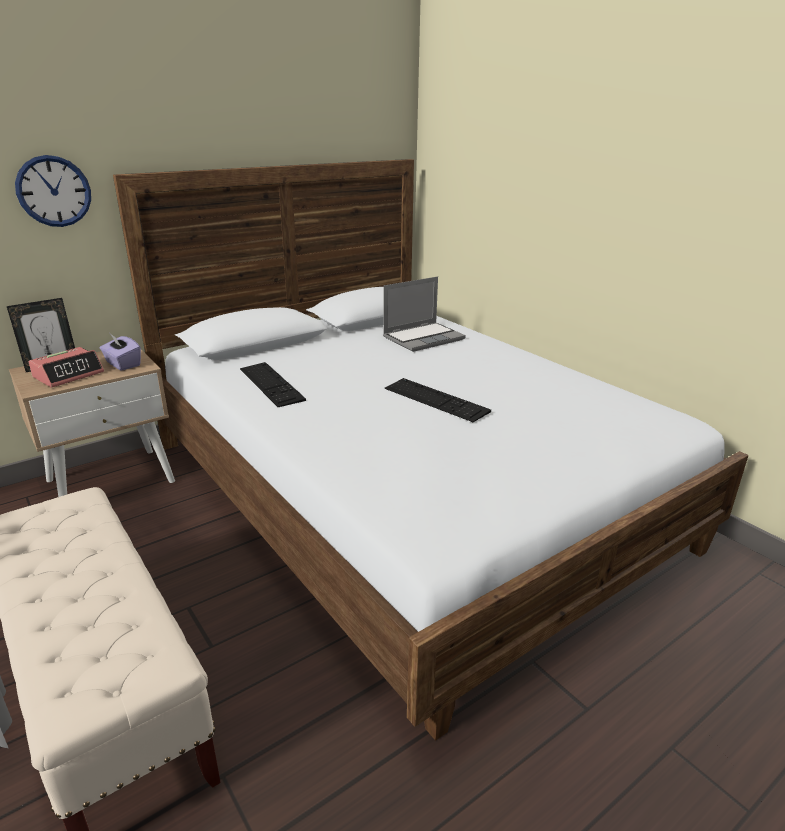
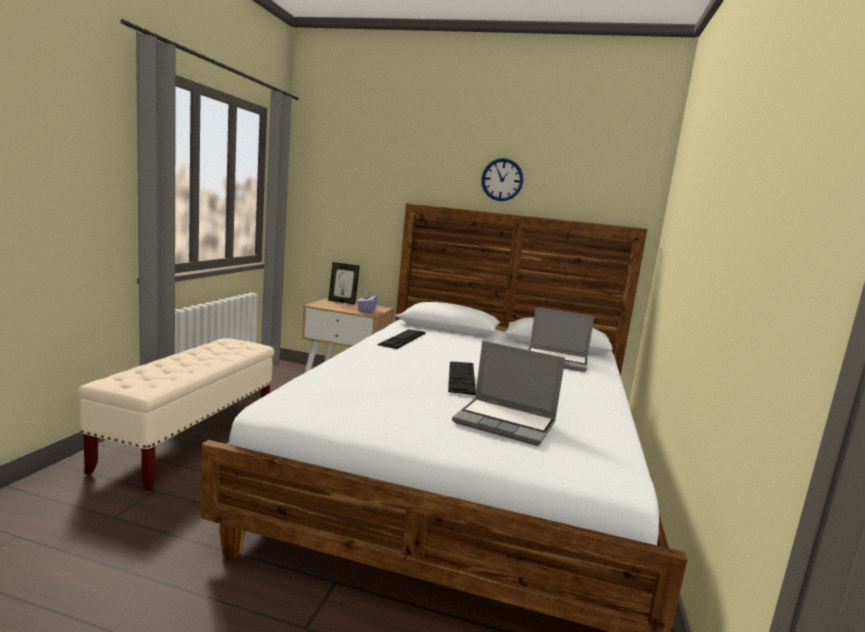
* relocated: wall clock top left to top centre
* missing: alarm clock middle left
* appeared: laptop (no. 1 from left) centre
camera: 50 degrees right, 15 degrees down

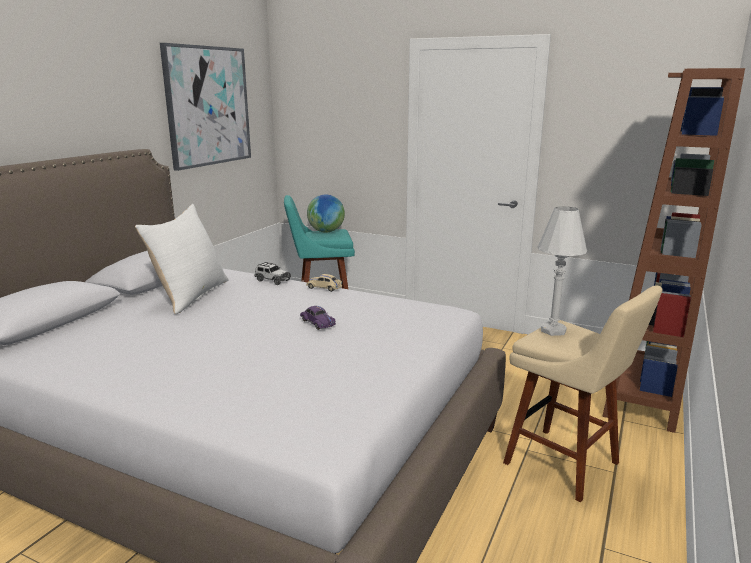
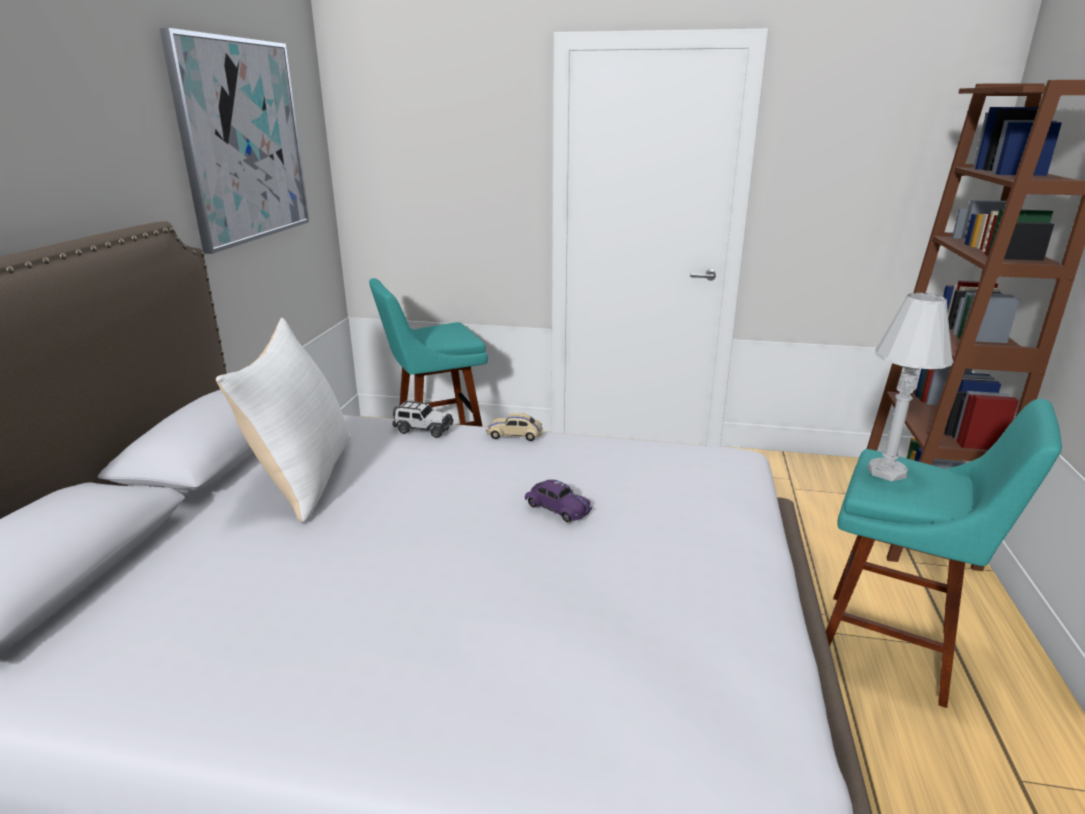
* missing: globe centre
* colour: stool (beige) bottom right to stool (turquoise) (no. 2 from left) bottom right
camera: 15 degrees left, 5 degrees up

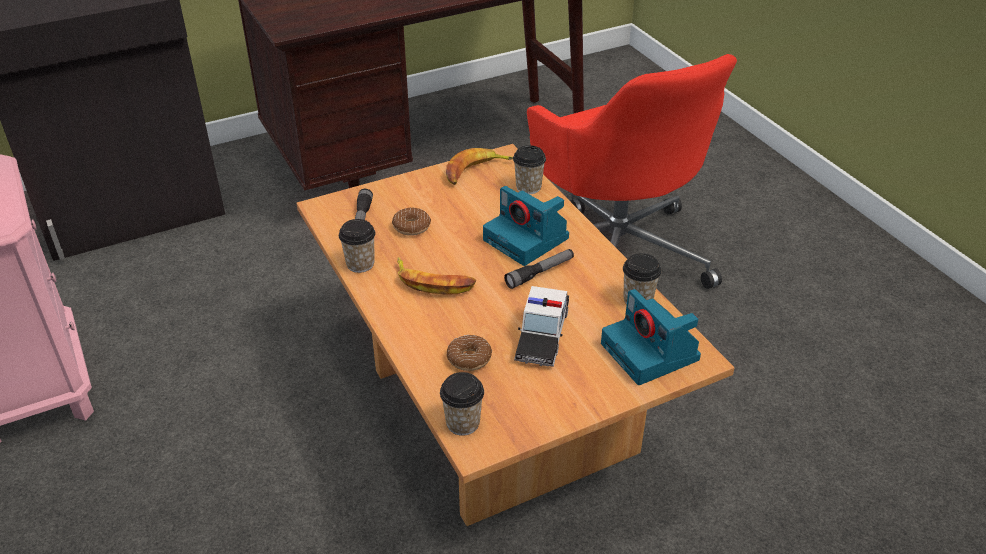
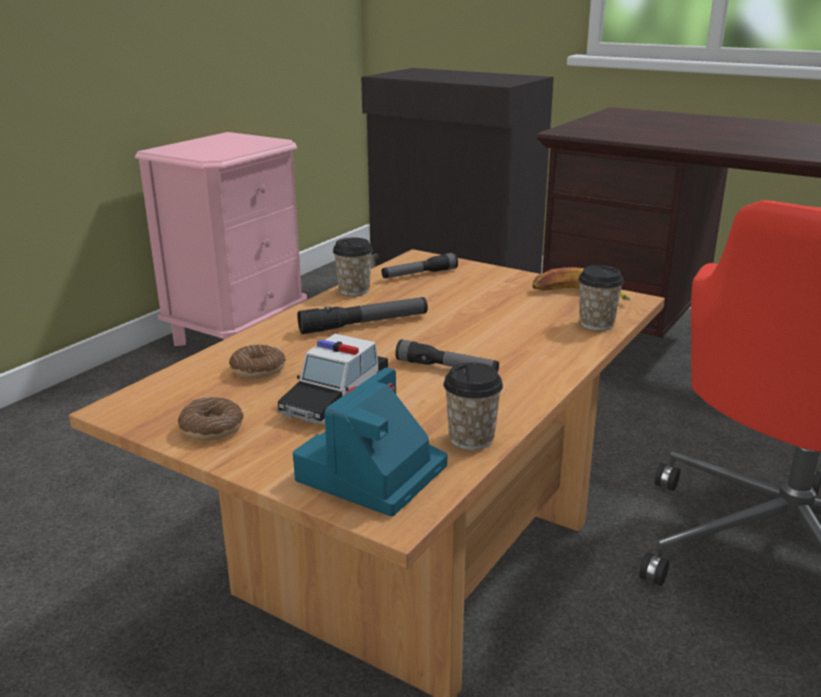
* missing: photo camera (no. 1 from left) centre
* relocated: donut (no. 1 from left) centre to middle left
* exchanged: banana (no. 1 from left) centre to flashlight (no. 1 from left) centre
* spun: toy car centre = centre 45 degrees counterclockwise
* missing: cup (no. 2 from left) bottom centre
camera: 60 degrees right, 15 degrees down

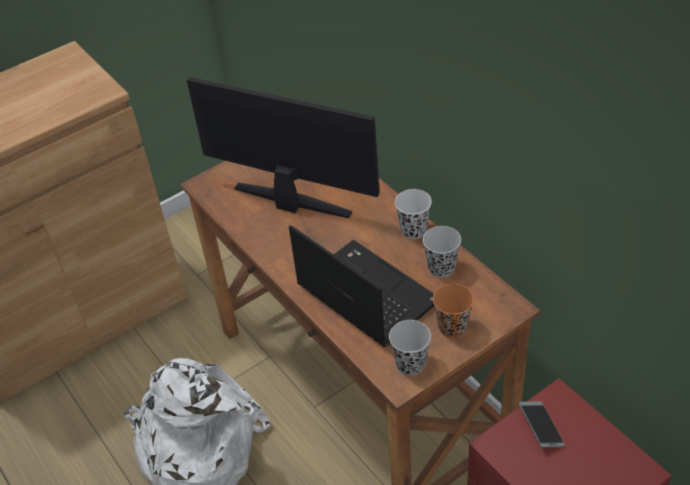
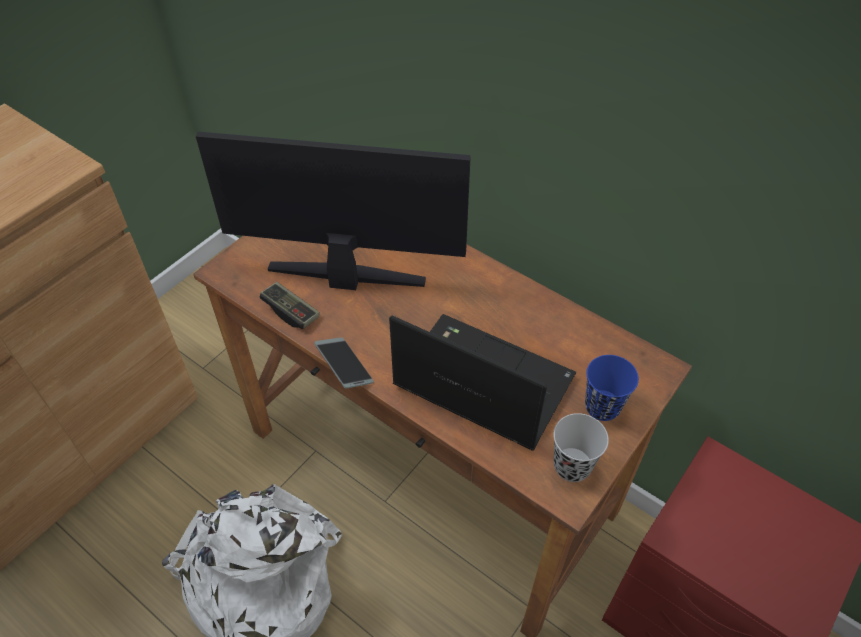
* missing: cup (white) centre
* missing: cup (black) (no. 2 from left) centre
* colour: cup (orange) centre to cup (blue) middle right
* relocated: phone bottom right to centre
* appeared: game controller centre
camera: 20 degrees left, 5 degrees up

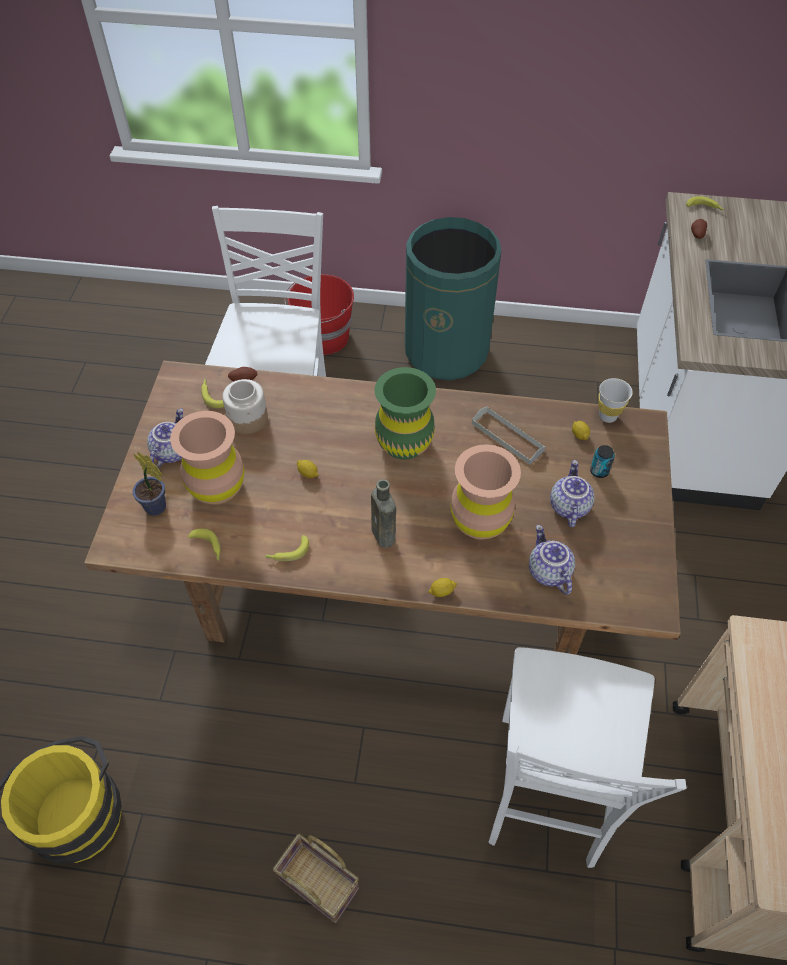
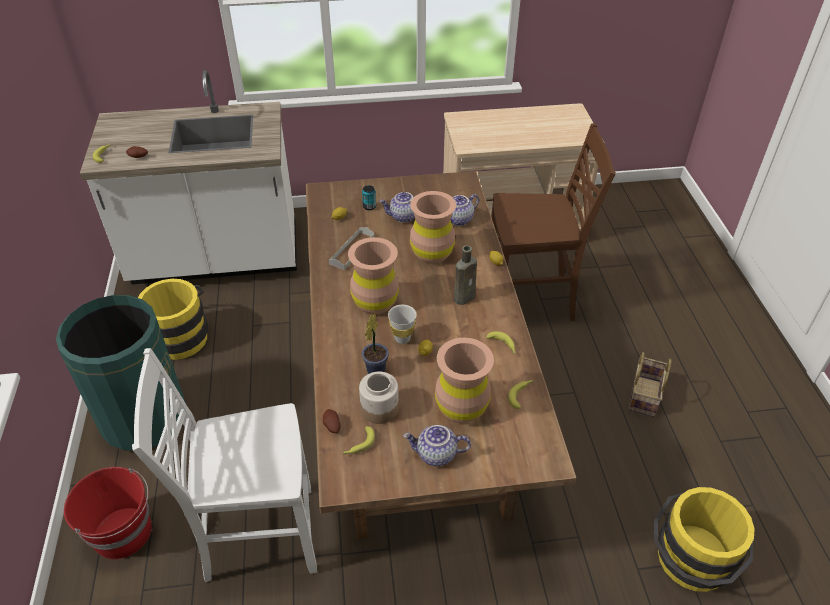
* colour: vase (green) centre to vase (brown) (no. 1 from left) centre
* relocated: cup (white) middle right to centre
* relocated: potted plant middle left to centre
* colour: chair (white) (no. 2 from left) bottom right to chair (brown) centre
* appeared: bucket (yellow) (no. 1 from left) middle left
camera: 105 degrees left, 10 degrees down

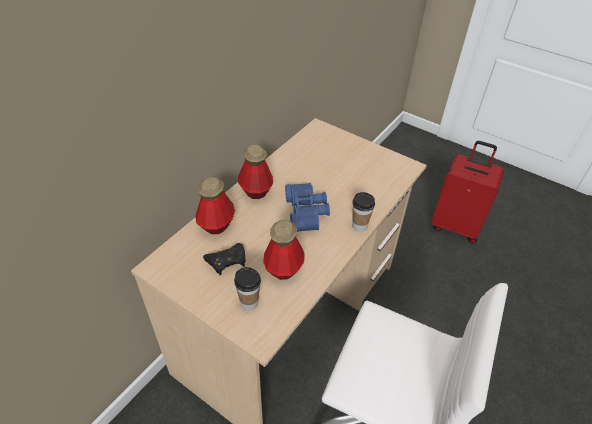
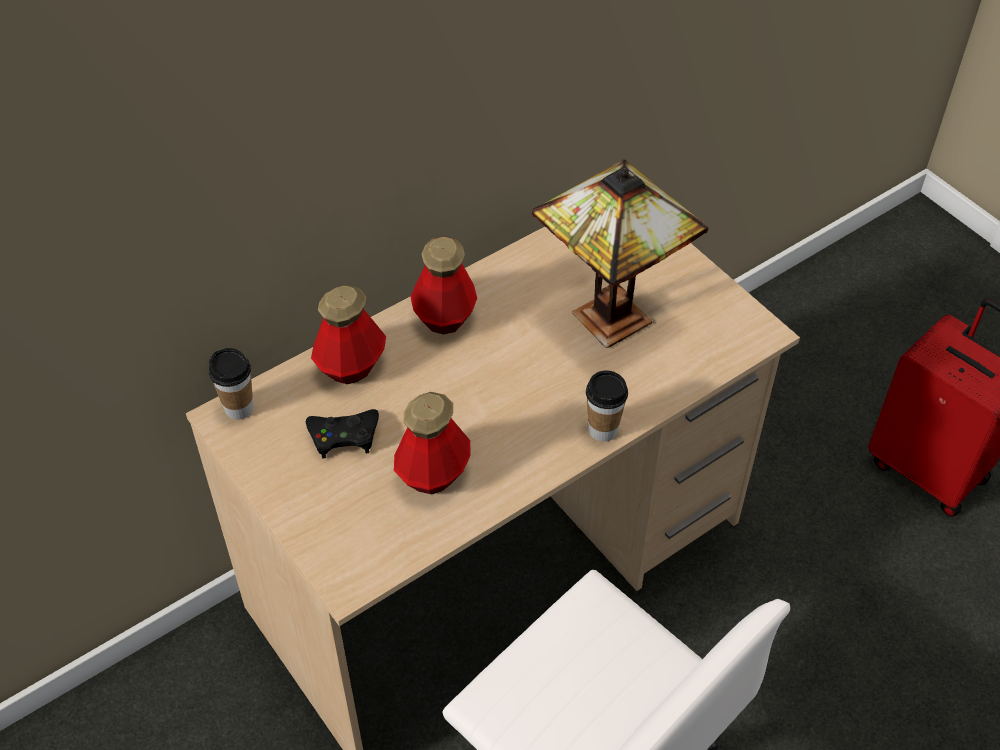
* missing: binoculars (blue) centre
* relocated: cup (no. 1 from left) bottom centre to middle left
* appeared: table lamp centre
camera: 20 degrees right, 5 degrees up

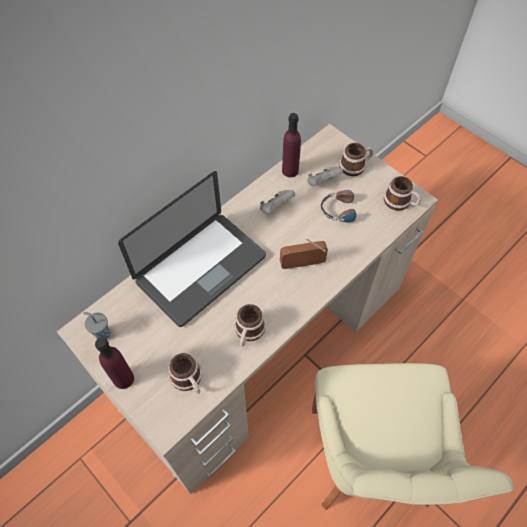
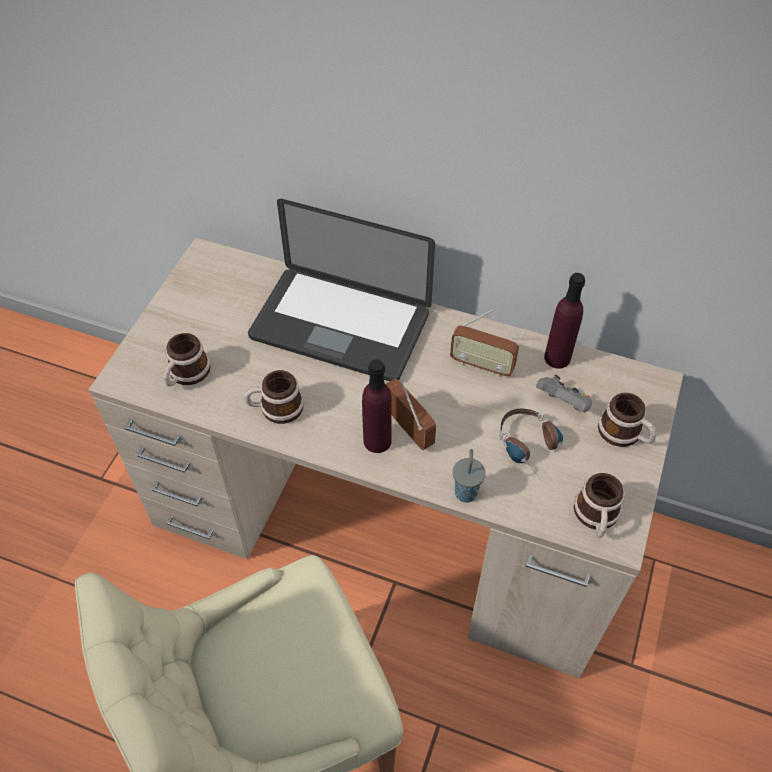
* exchanged: game controller (grey) (no. 1 from left) centre to radio (no. 2 from left) centre
* relocated: cup (grey) middle left to centre
* relocated: bottle (purple) (no. 1 from left) bottom left to centre
camera: 65 degrees right, 5 degrees down

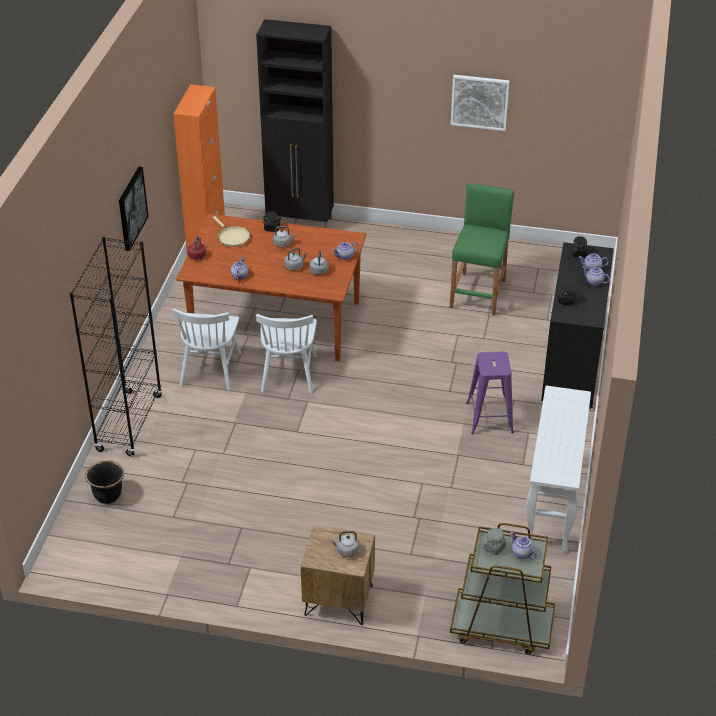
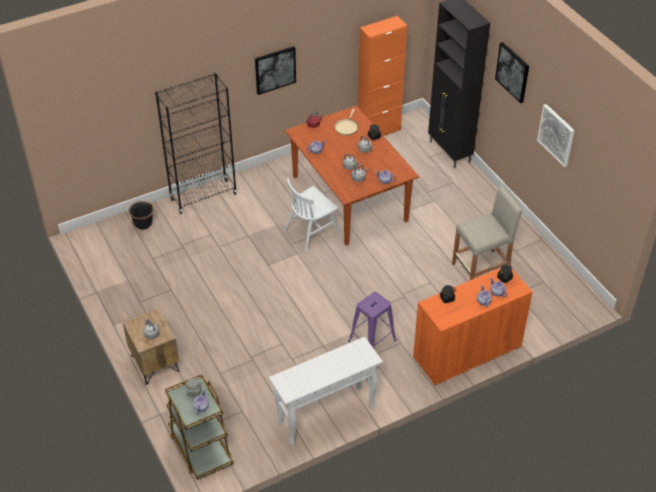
* colour: stool (green) middle right to stool (beige) middle right
* colour: cabinet (black) (no. 2 from left) middle right to cabinet (orange) (no. 2 from left) middle right
* missing: chair (white) (no. 1 from left) middle left
* appeared: picture (no. 2 from left) top right
camera: 50 degrees right, 5 degrees up

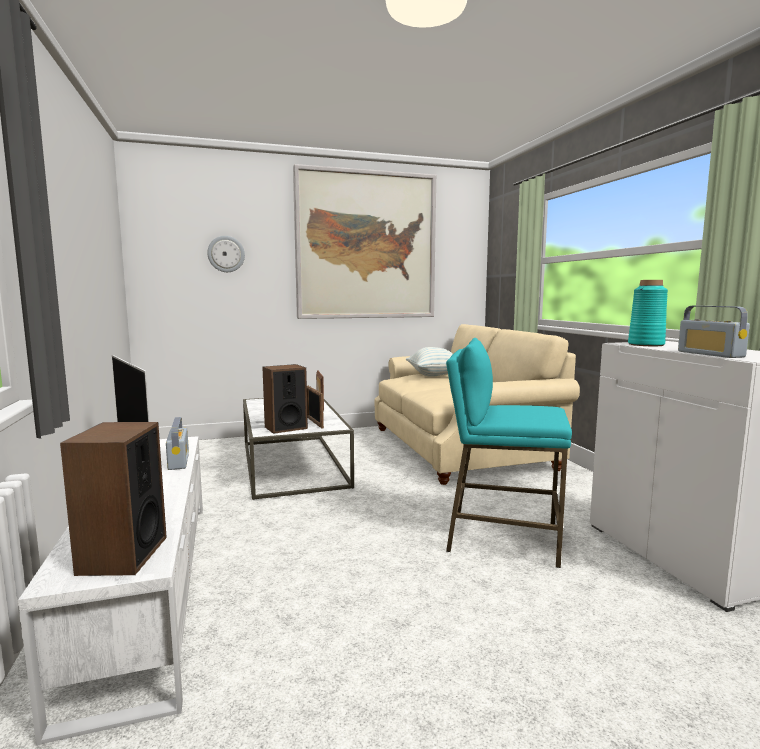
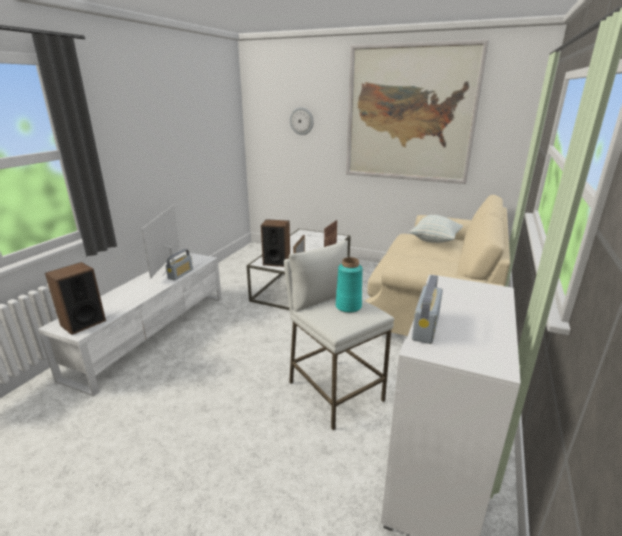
* relocated: vase (turquoise) middle right to centre
* colour: stool (turquoise) middle right to stool (white) centre
camera: 40 degrees right, 15 degrees up

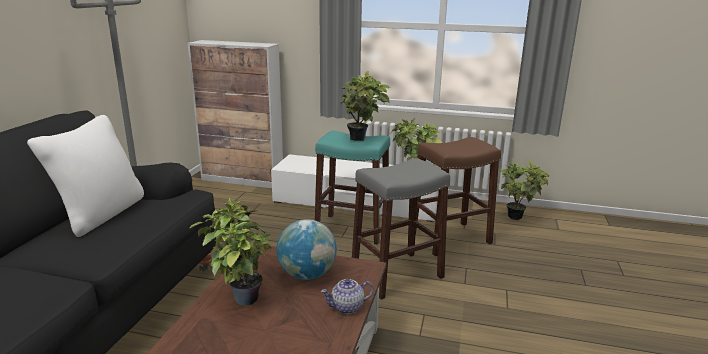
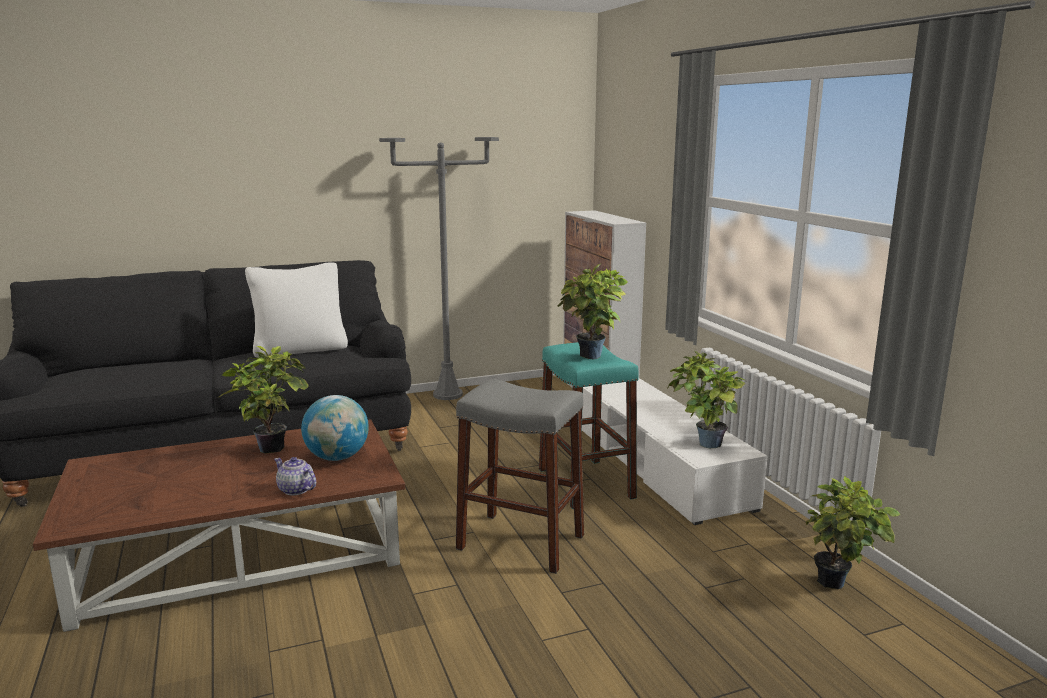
* missing: stool (brown) centre
camera: 55 degrees right, 5 degrees down

